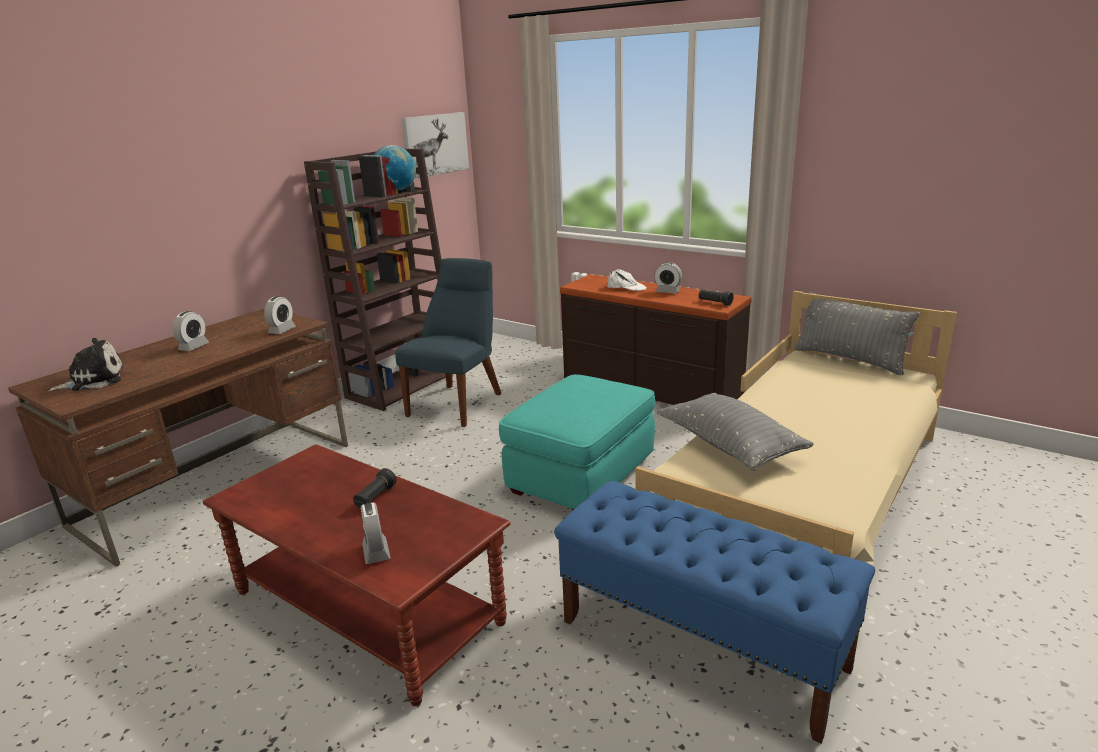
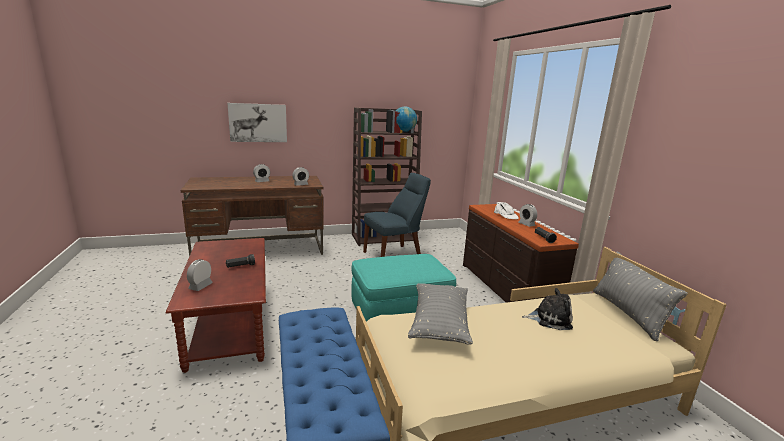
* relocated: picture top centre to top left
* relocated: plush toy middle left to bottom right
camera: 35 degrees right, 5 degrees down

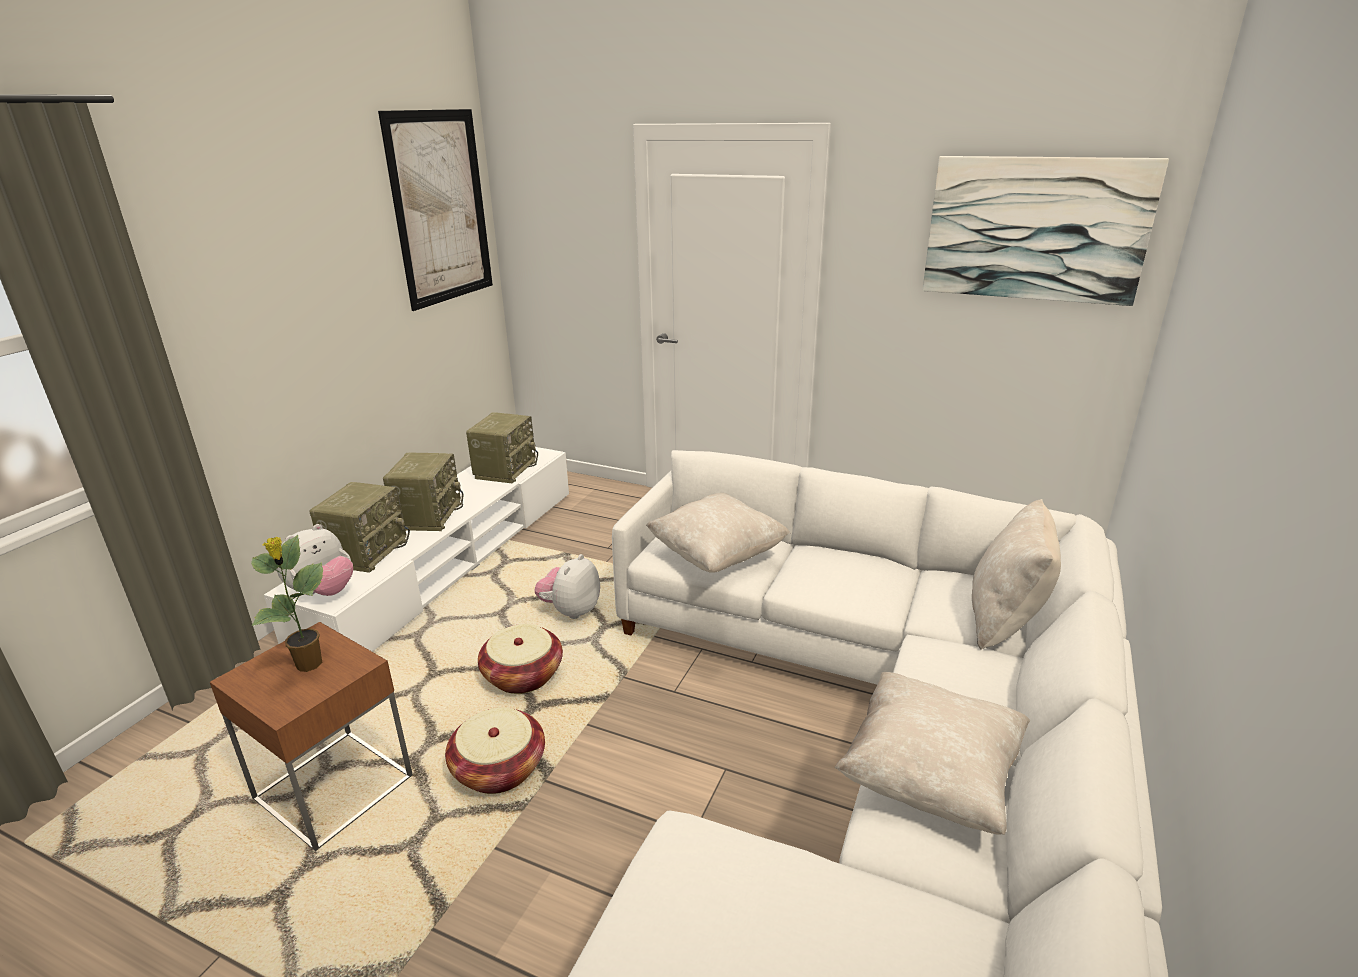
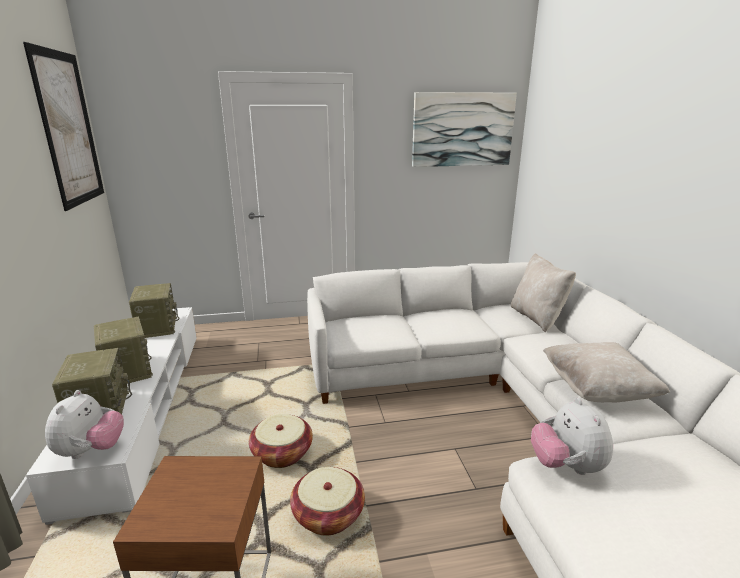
* missing: pillow (beige) (no. 1 from left) centre
* missing: potted plant middle left
* relocated: plush toy (no. 2 from left) centre to bottom right
camera: 35 degrees left, 5 degrees down

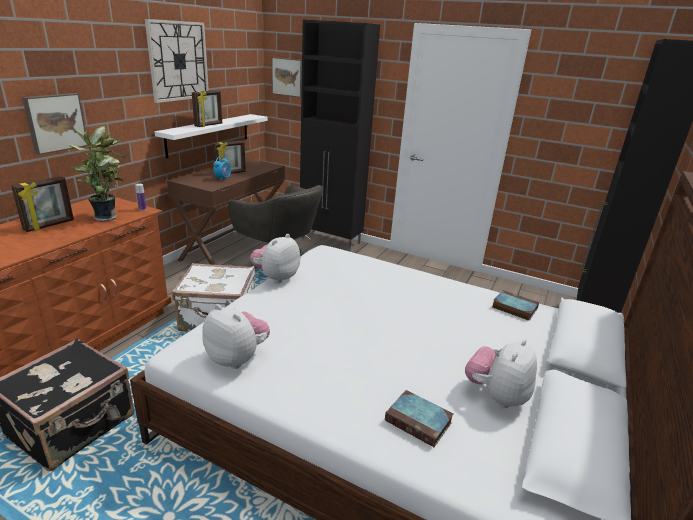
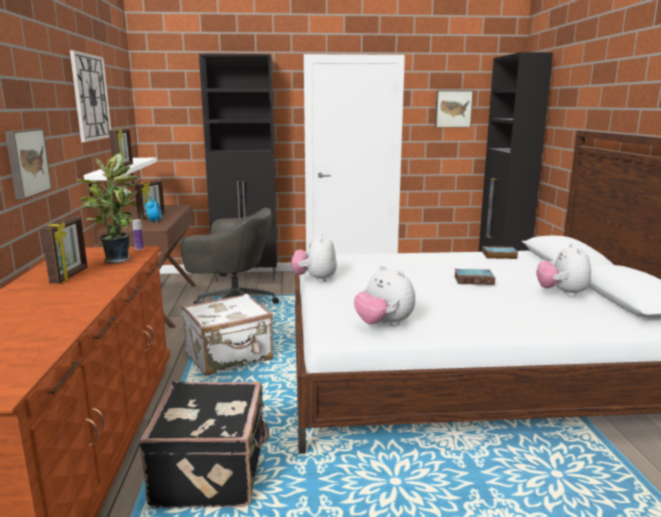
* relocated: picture (no. 2 from left) top centre to top right
* spun: plush toy (no. 1 from left in the first image) centre = centre 135 degrees counterclockwise
* relocated: book (no. 1 from left) bottom centre to middle right
camera: 30 degrees left, 10 degrees down

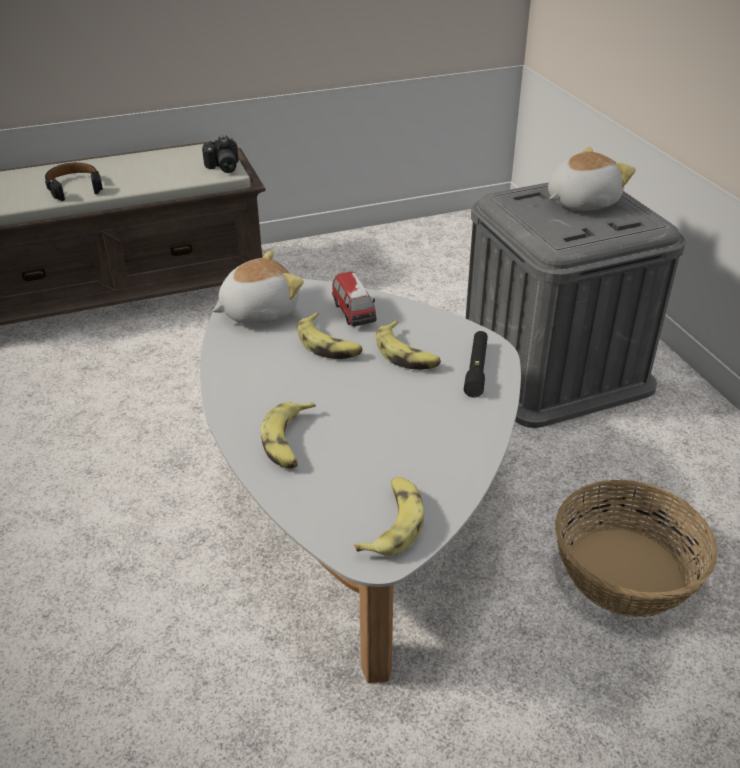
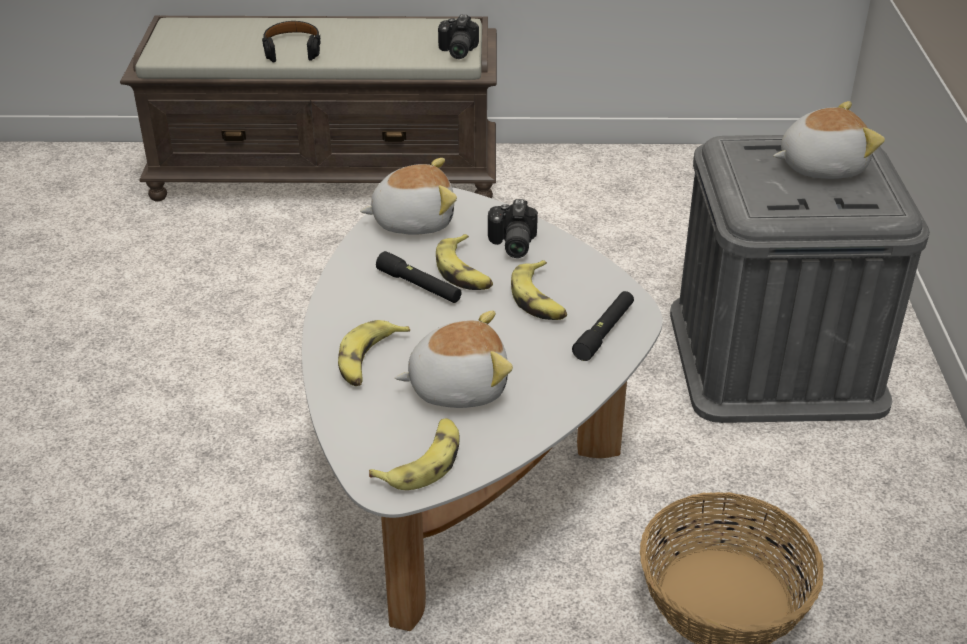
* exchanged: toy car centre to photo camera (no. 2 from left) centre
* appeared: flashlight (black) (no. 1 from left) centre
* appeared: plush toy (no. 2 from left) centre
camera: 20 degrees right, 0 degrees up

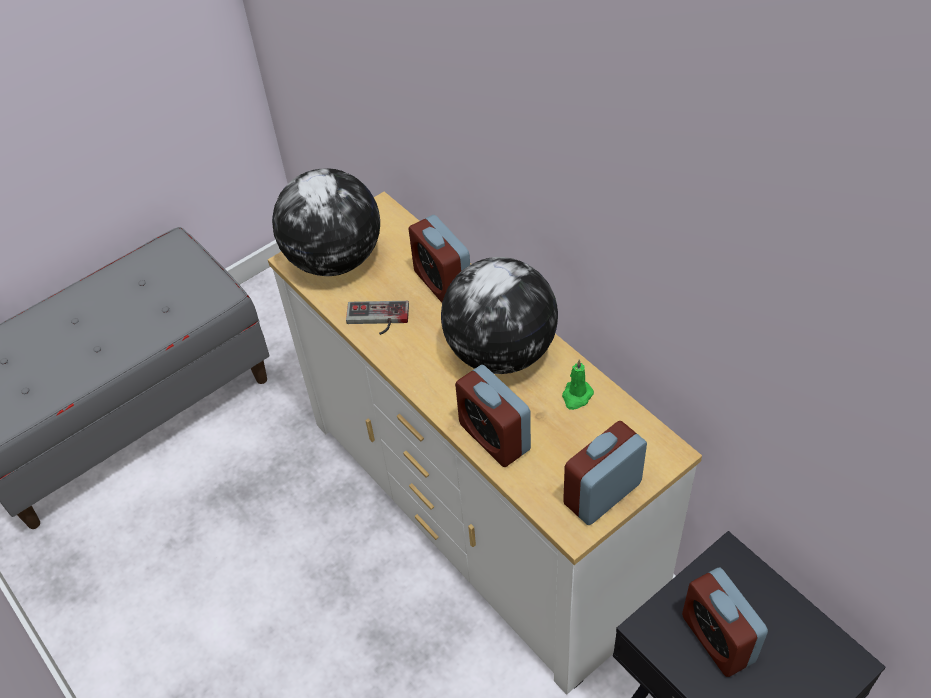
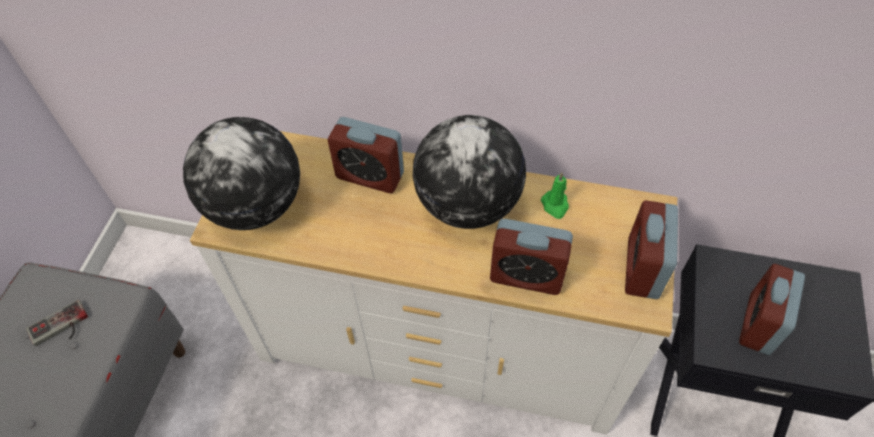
* relocated: game controller centre to bottom left
* spun: alarm clock (no. 4 from left) bottom right = bottom right 90 degrees clockwise
camera: 40 degrees left, 5 degrees up

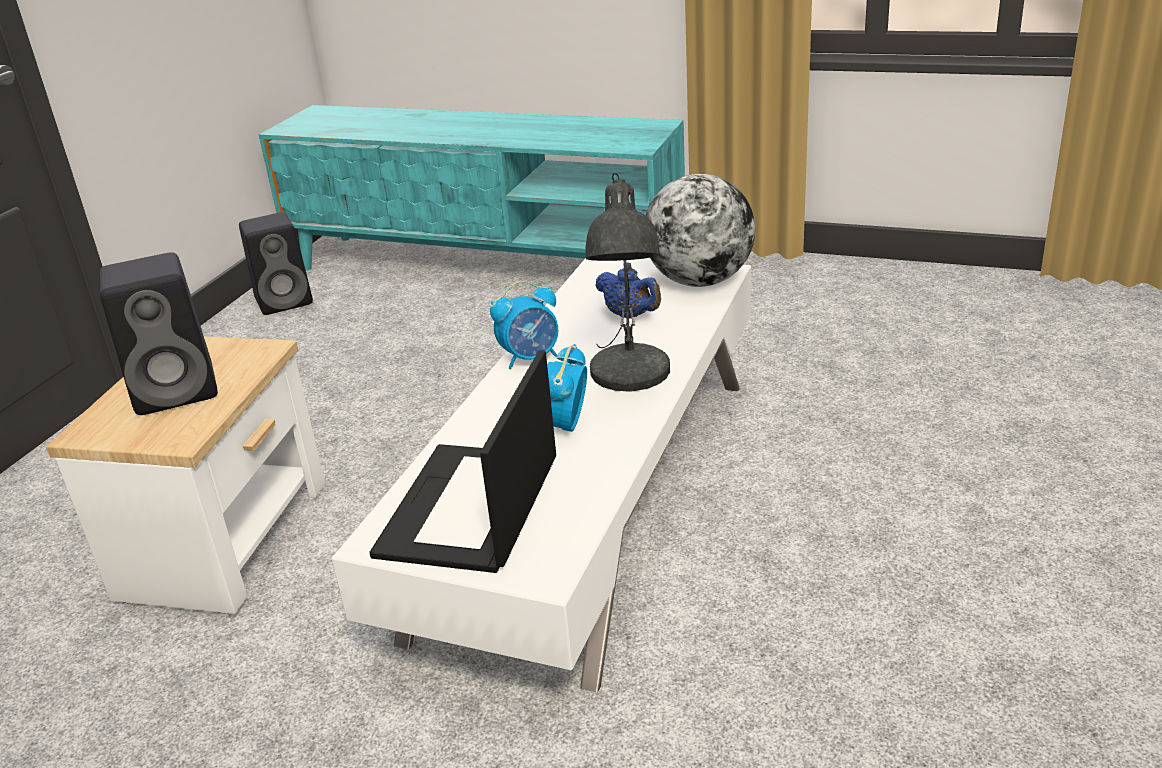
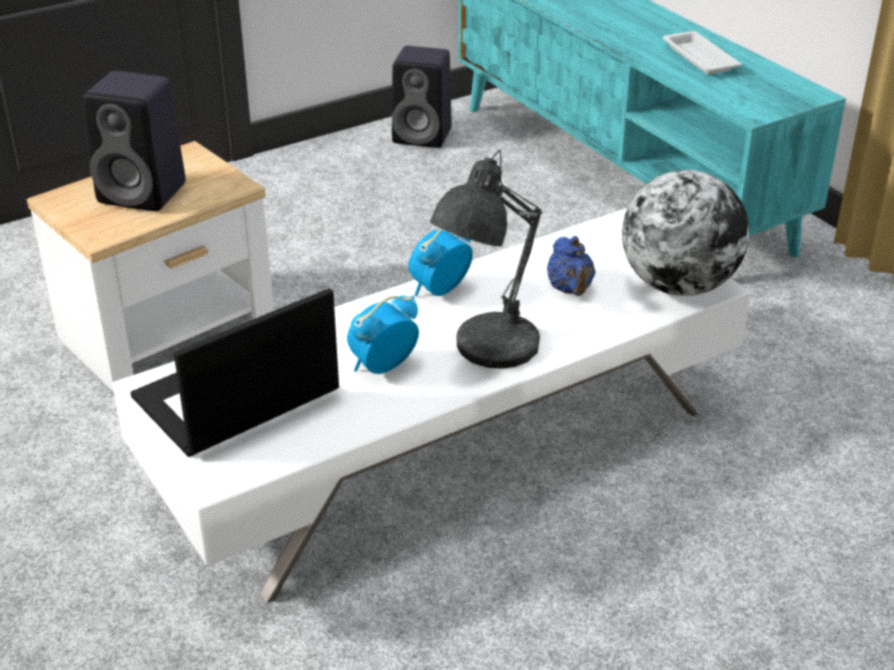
* spun: alarm clock (no. 1 from left in the first image) centre = centre 120 degrees clockwise
* appeared: tray (white) top right
camera: 35 degrees right, 5 degrees up

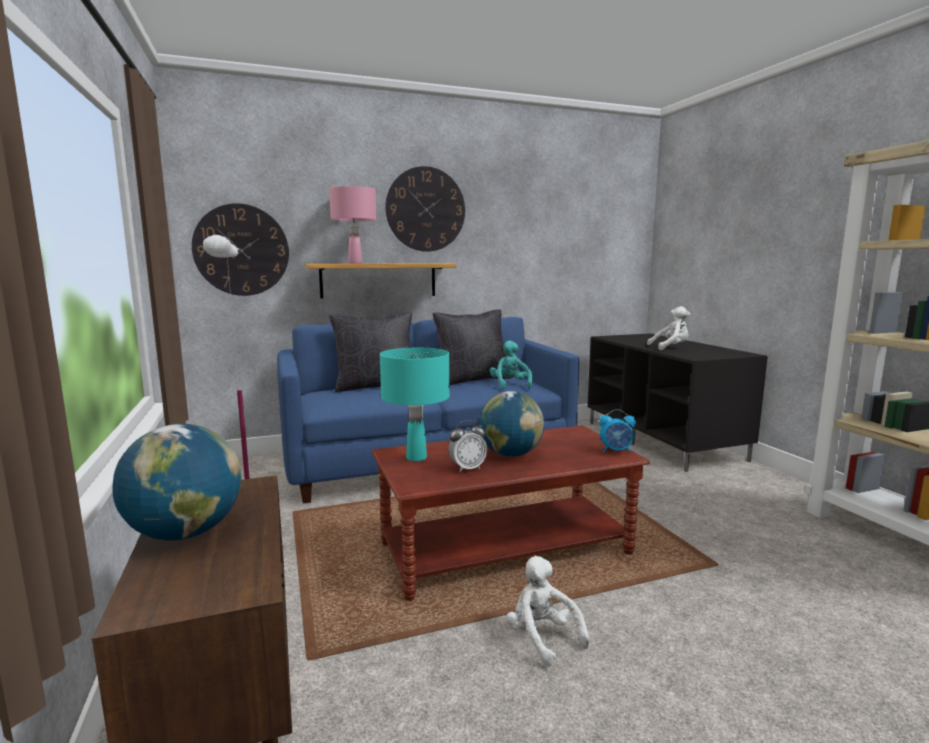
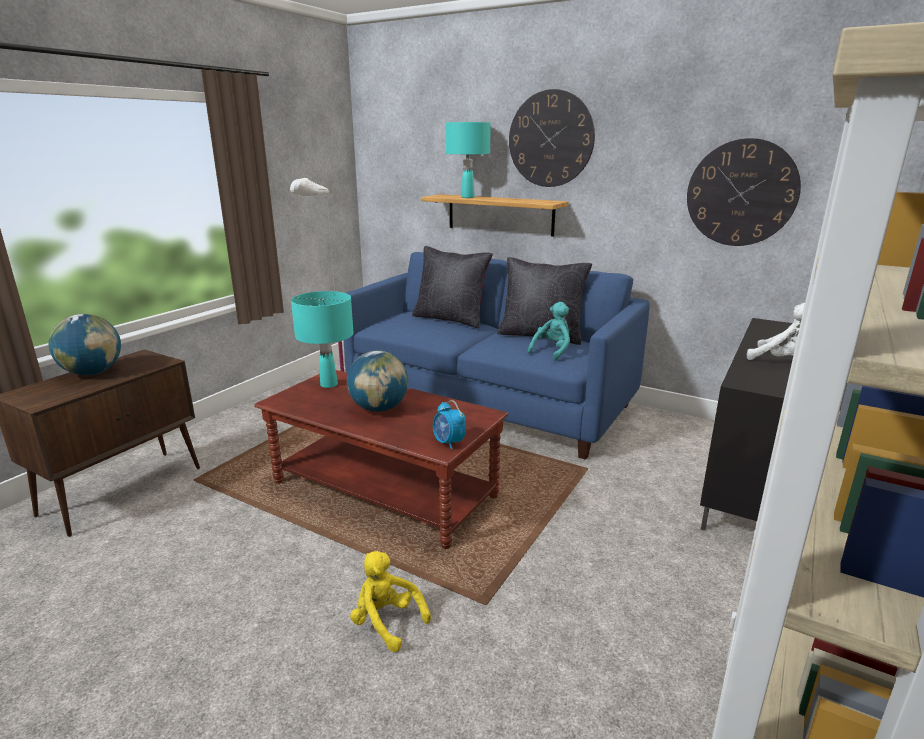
* colour: table lamp (pink) top centre to table lamp (turquoise) (no. 2 from left) top centre
* relocated: wall clock (no. 1 from left in the first image) middle left to wall clock (no. 2 from left) top right
* missing: alarm clock (no. 1 from left) centre
* missing: plush toy (white) (no. 1 from left) bottom centre
* appeared: plush toy (yellow) bottom centre
camera: 50 degrees right, 10 degrees up

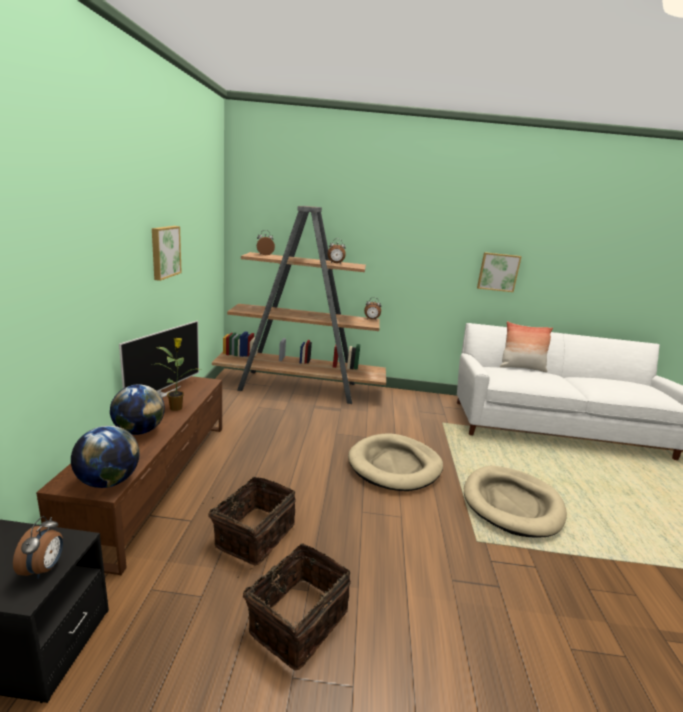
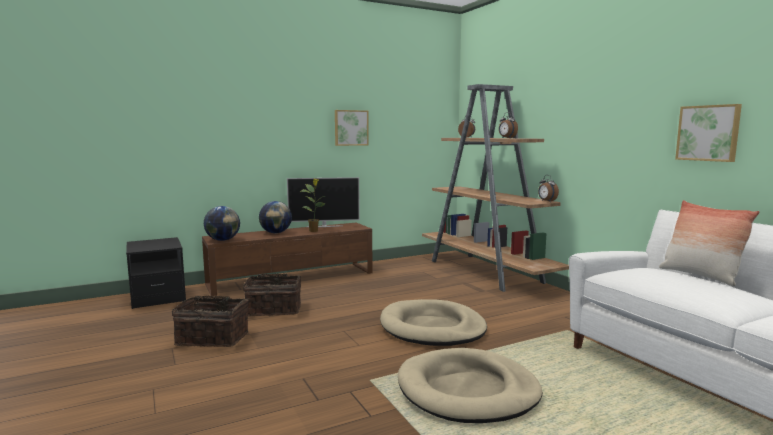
* missing: alarm clock (no. 1 from left) bottom left
camera: 60 degrees right, 10 degrees down

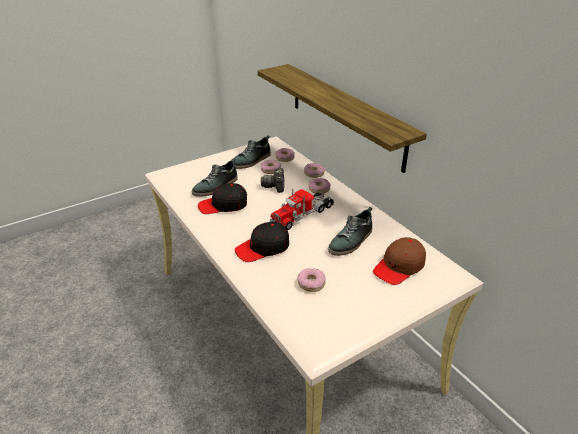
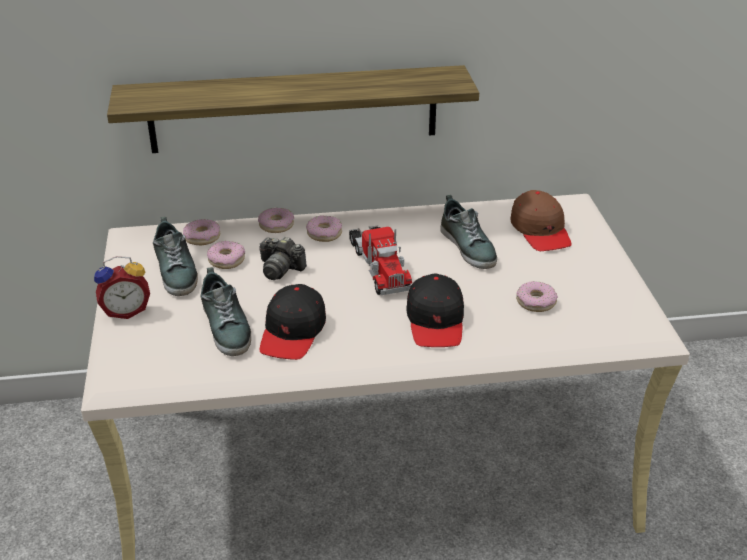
* appeared: alarm clock middle left
camera: 65 degrees left, 0 degrees up

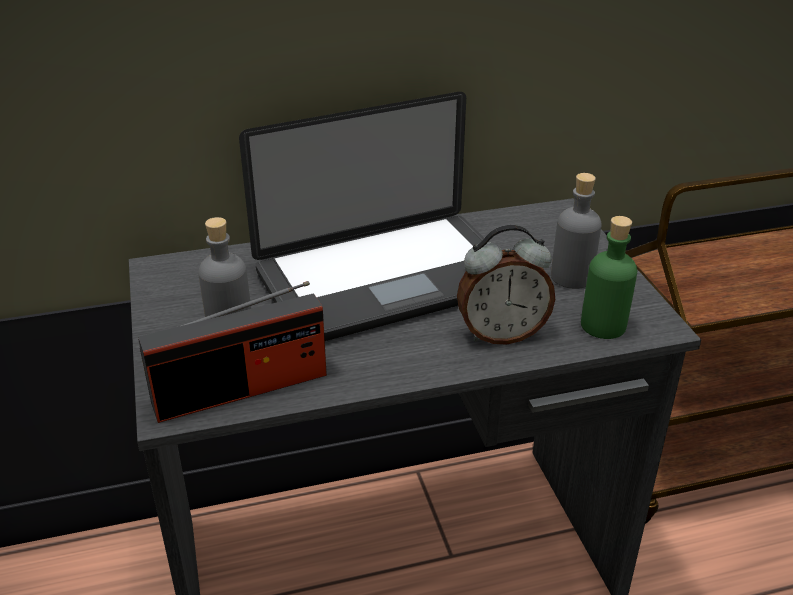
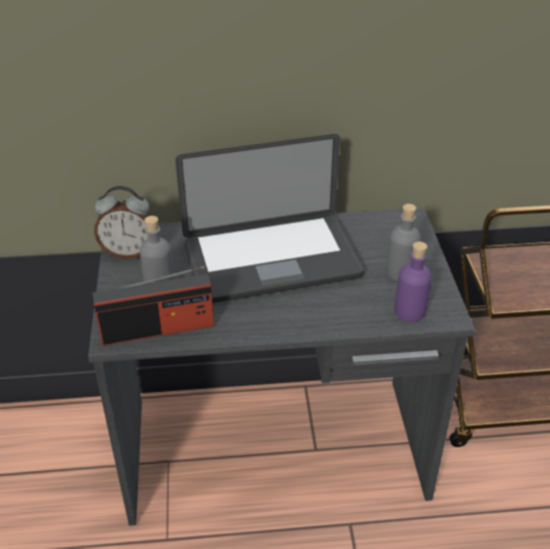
* colour: bottle (green) middle right to bottle (purple) middle right
* relocated: alarm clock centre to middle left
camera: 10 degrees right, 5 degrees up

